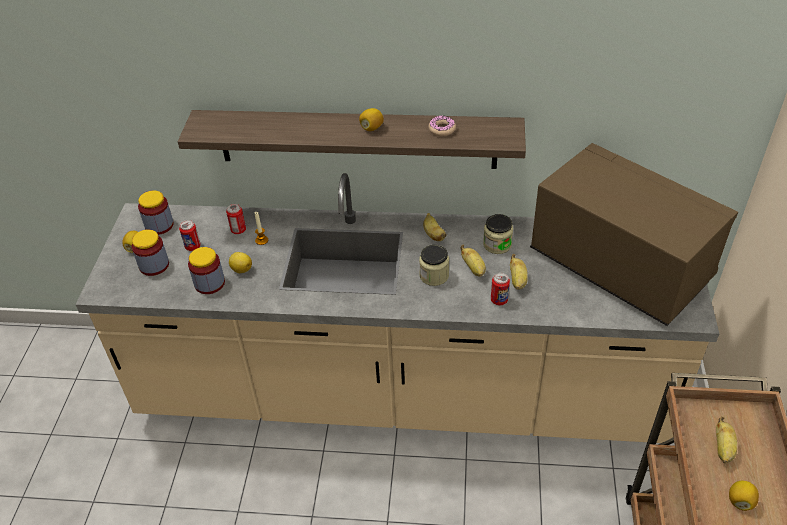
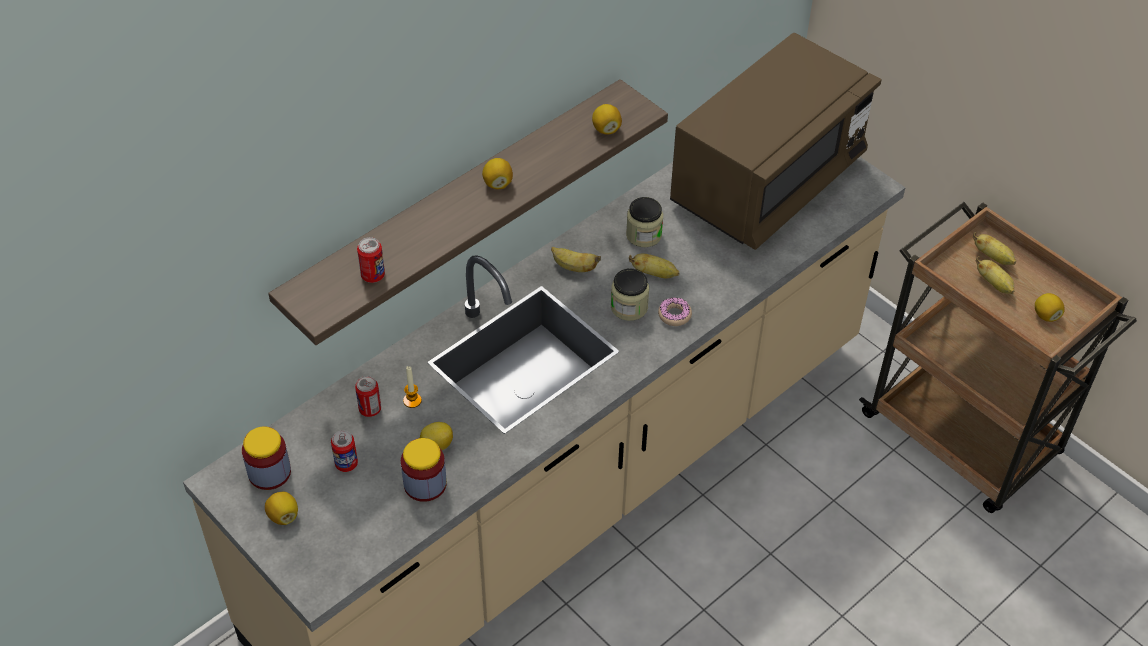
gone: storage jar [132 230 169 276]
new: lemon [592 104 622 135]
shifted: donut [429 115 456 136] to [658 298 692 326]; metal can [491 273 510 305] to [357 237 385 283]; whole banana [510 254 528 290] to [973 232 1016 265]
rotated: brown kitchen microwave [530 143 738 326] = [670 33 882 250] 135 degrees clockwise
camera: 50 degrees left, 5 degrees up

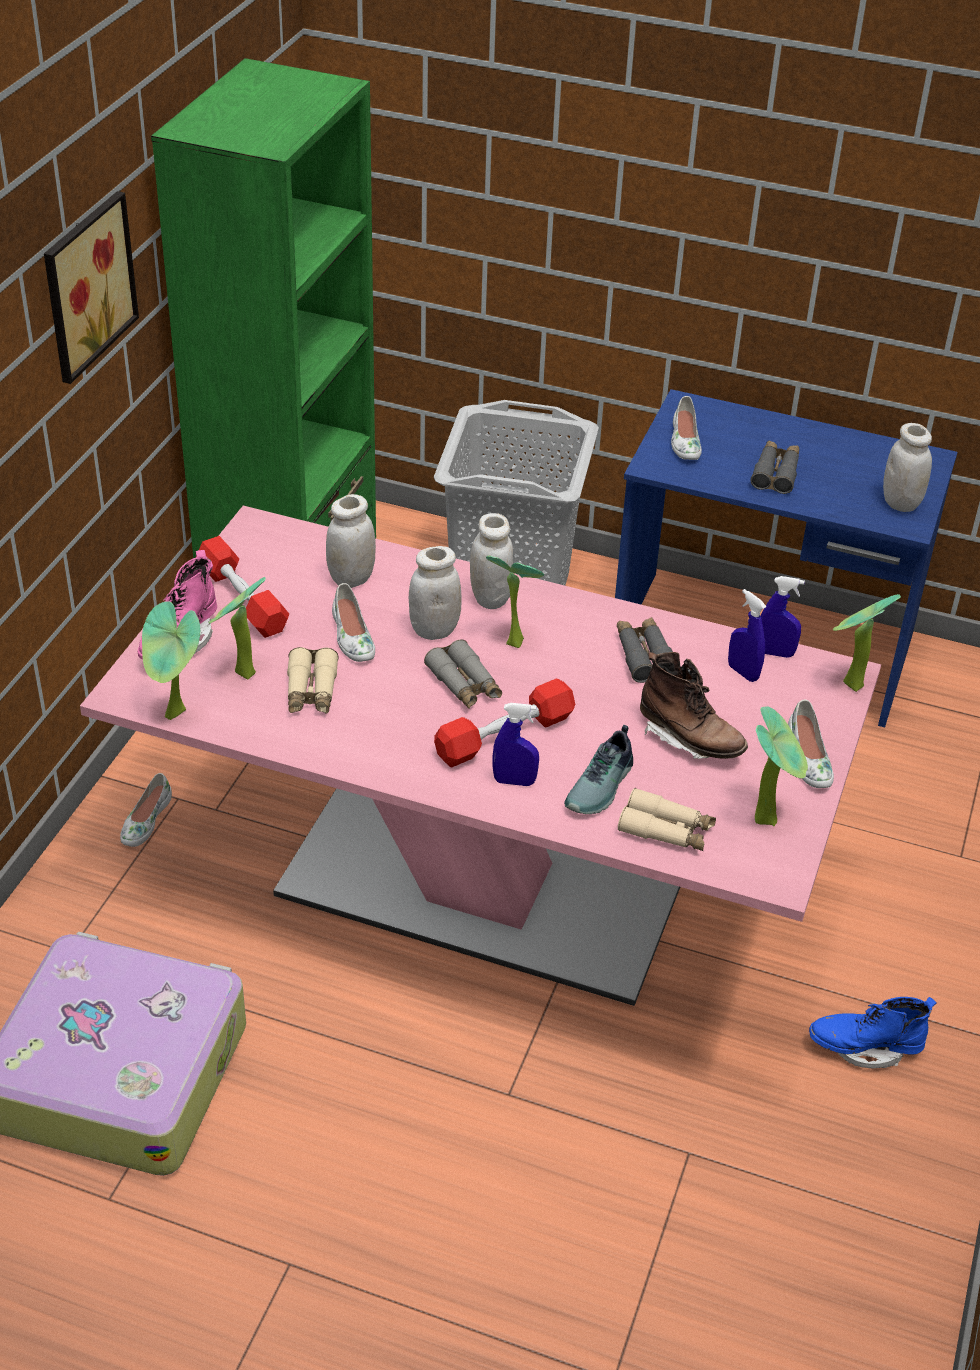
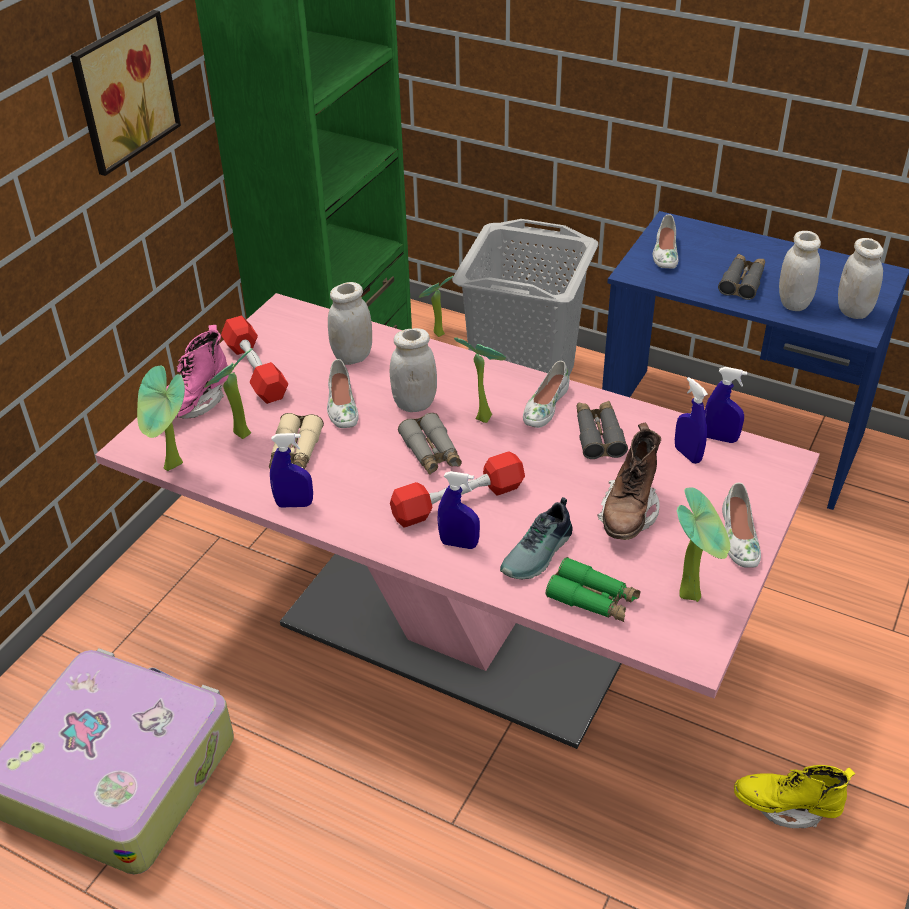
new: blue spray bottle [270 433 313 508]
shifted: whitish shoe [120 773 172 847] to [523 361 570 428]; whitish storage jar [470 513 514 609] to [779 231 821 311]; houseplant [833 594 901 692] to [419 276 453 337]
repainted: sand-coloured pair of binoculars [618 788 716 851] to green pair of binoculars [546 557 640 622]; blue high-top boot [809 997 937 1068] to yellow high-top boot [734 765 855 828]
rotated: brown high-top boot [640 652 748 759] = [597 423 661 540] 60 degrees clockwise
camera: 10 degrees right, 0 degrees up

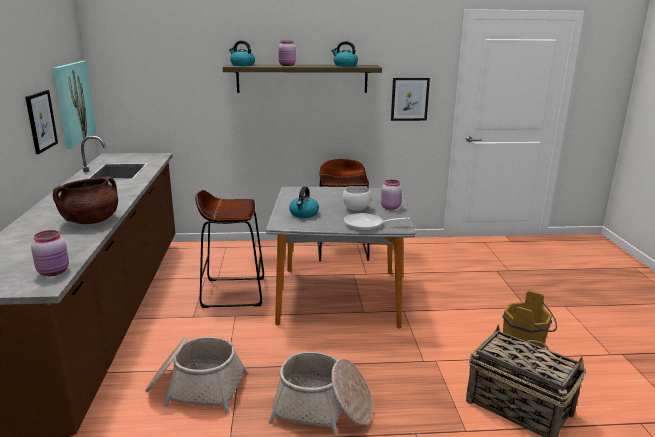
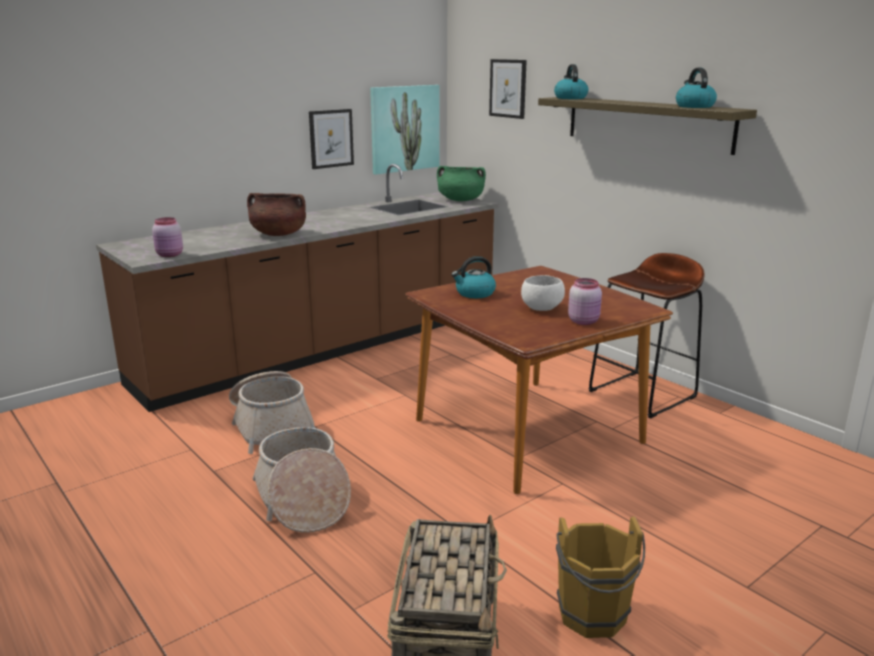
gone: brown stool seat [195 190 264 308]; pinkish storage jar [278 41 296 66]; skillet [344 213 410 231]
new: green saucepot [437 166 486 201]
shifted: picture [391 78 430 121] to [489 59 527 119]
repainted: greyish dinner table [266 187 416 329] to brown dinner table [405 266 673 494]
camera: 55 degrees right, 0 degrees up

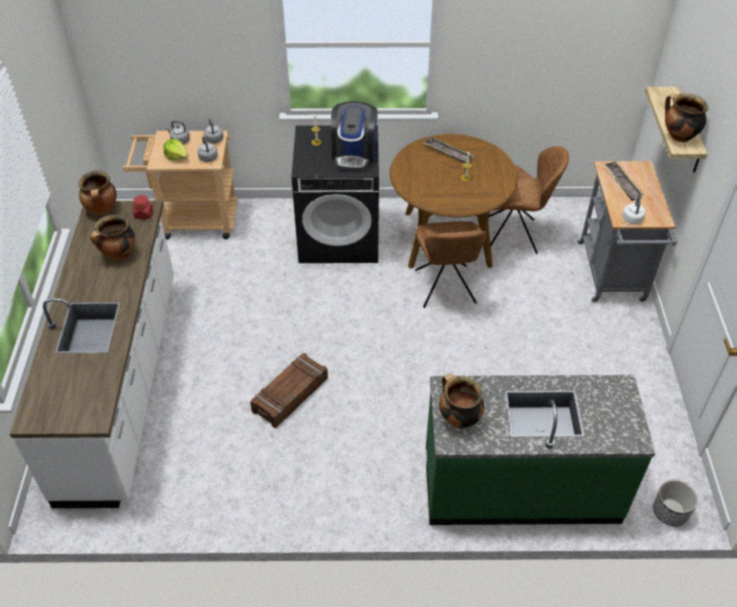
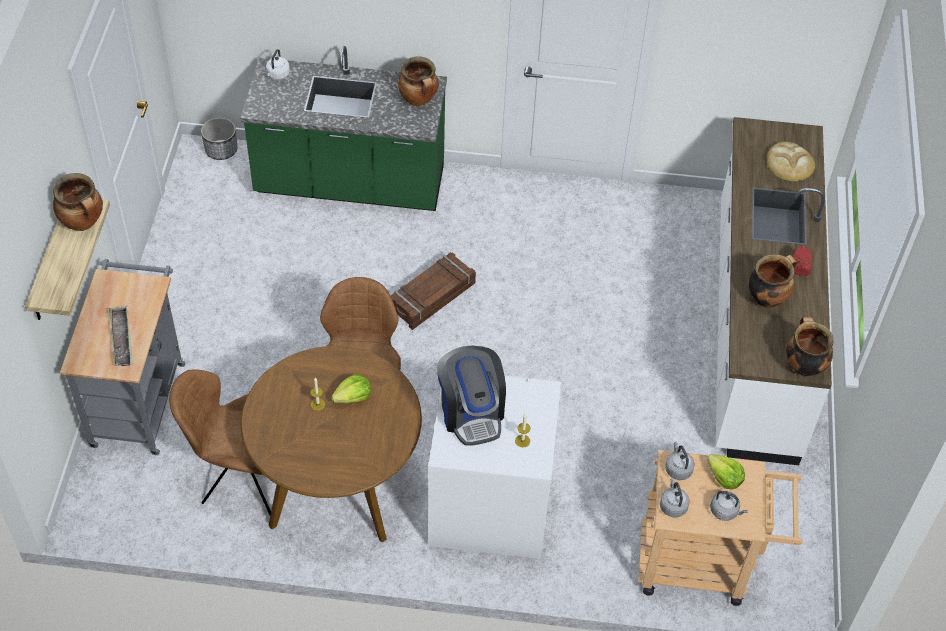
gone: tray [424 137 474 163]
new: head of lettuce [331 374 371 404]; baked bread [767 142 815 181]
shifted: reddish storage jar [133 195 153 219] to [792 246 812 276]; crate [250 353 328 429] to [391 252 476 330]; whitish water kettle [623 196 646 224] to [266 49 290 80]
repainted: black washing machine [291 125 379 263] to whitish washing machine [428 376 561 559]
rotated: coffee machine [331 102 378 170] = [437 345 506 446] 150 degrees clockwise
camera: 175 degrees left, 5 degrees up

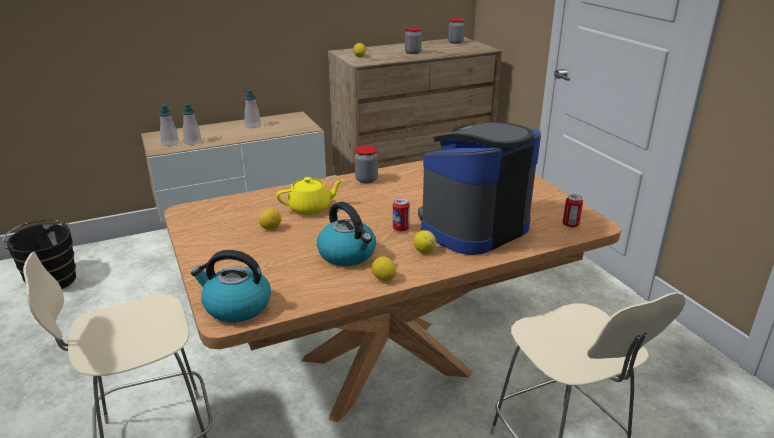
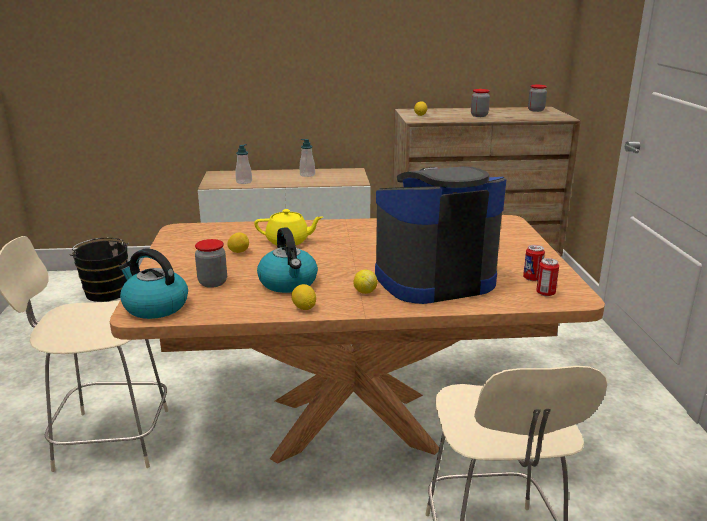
gone: soap dispenser [159 104 179 146]
shifted: storage jar [355 145 378 183] to [195 239 227 288]; metal can [393 198 410 232] to [523 245 545 281]
camera: 20 degrees right, 5 degrees down

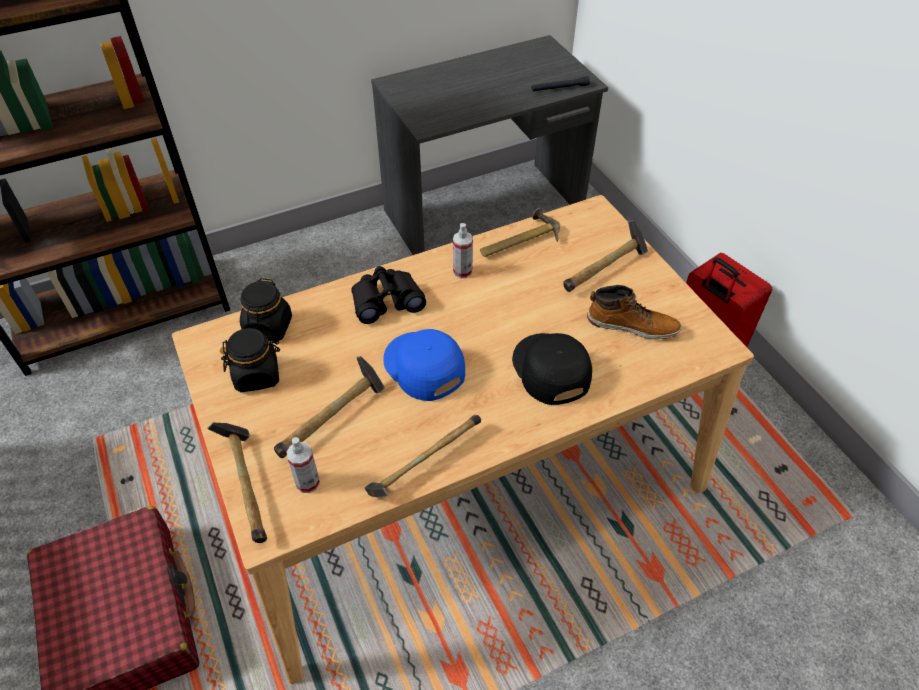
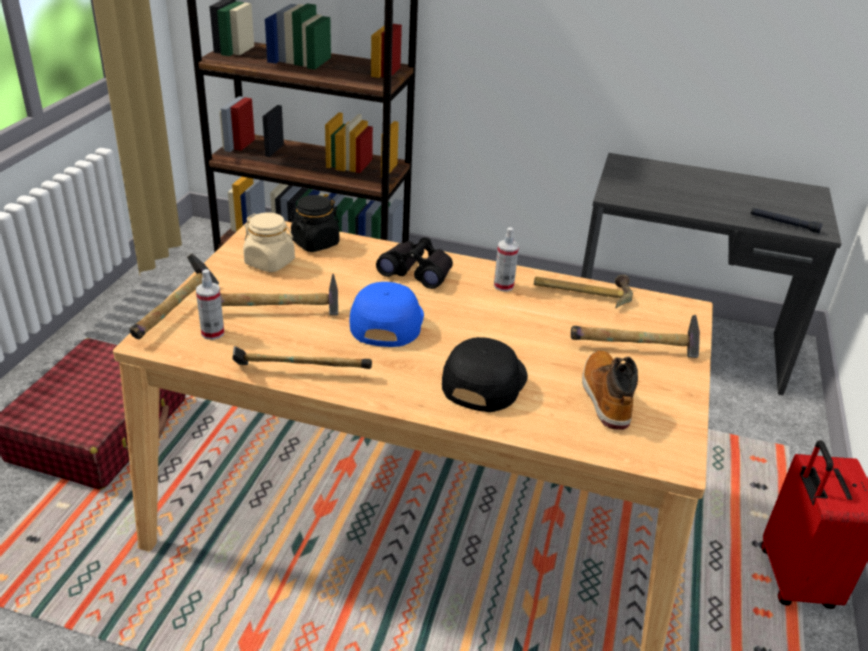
repainted: black storage jar [220 328 280 392] to sand-coloured storage jar [243 212 295 272]
rotated: high-top boot [587 285 681 339] = [582 351 638 430] 150 degrees counterclockwise
camera: 40 degrees right, 15 degrees down

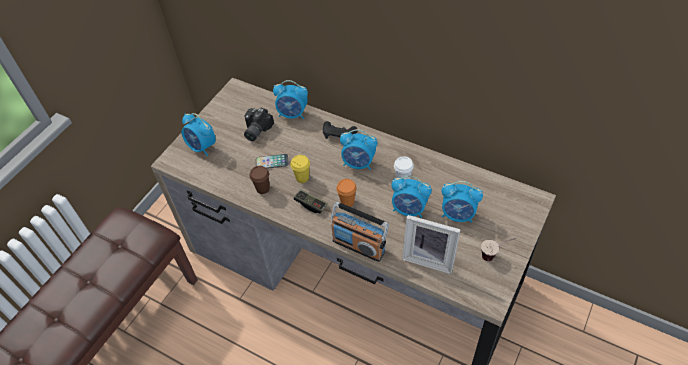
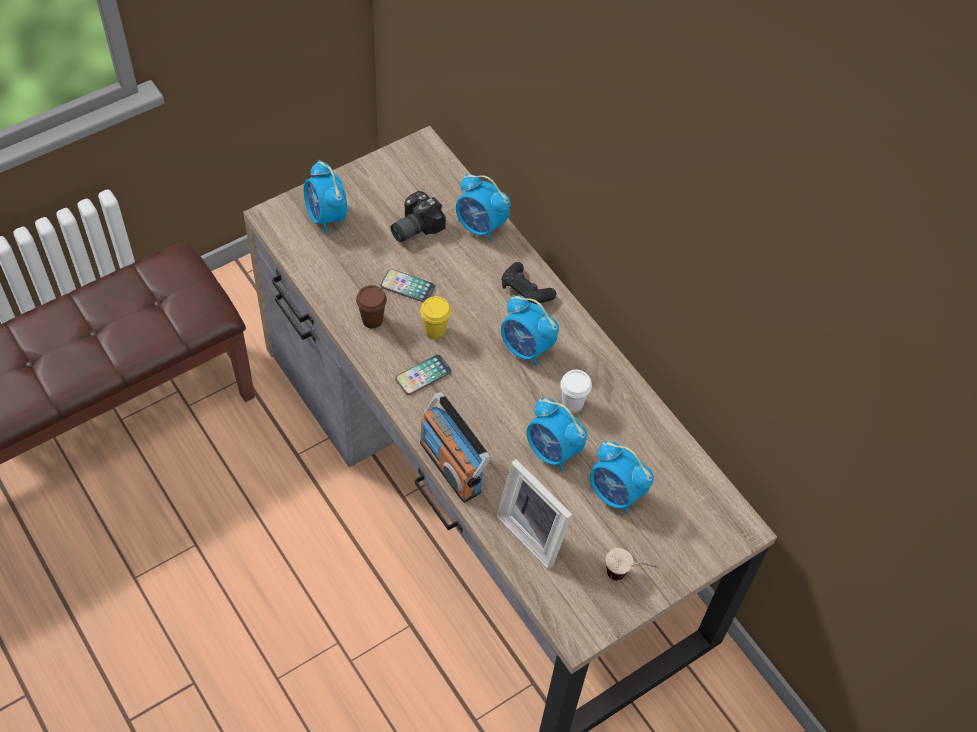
gone: orangey small cup [336 179 357 207]
swapped: game controller [294 189 328 213] to phone [395 355 451 395]
camera: 20 degrees right, 5 degrees up

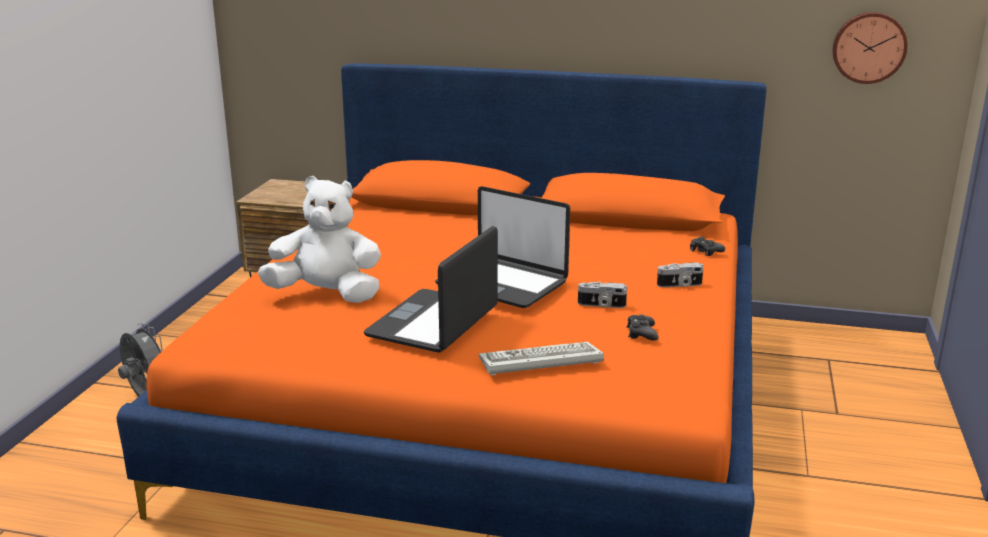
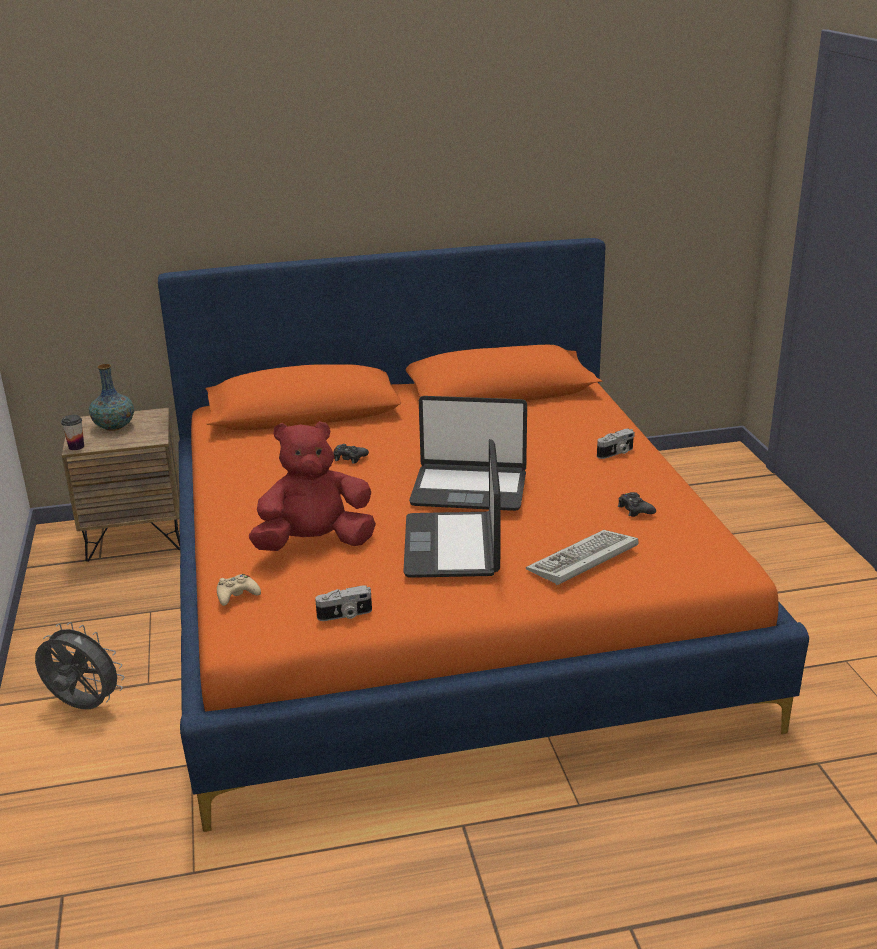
gone: wall clock [833 12 908 84]
new: small cup [61 415 84 450]; decorative vase [89 364 134 431]; sand-coloured game controller [217 574 261 606]
shifted: still camera [578 282 627 308] to [315 585 372 621]; black game controller [690 236 725 256] to [333 444 369 464]
repainted: whitish soft toy [258 176 381 303] to reddish soft toy [249 421 376 551]
camera: 25 degrees left, 5 degrees up

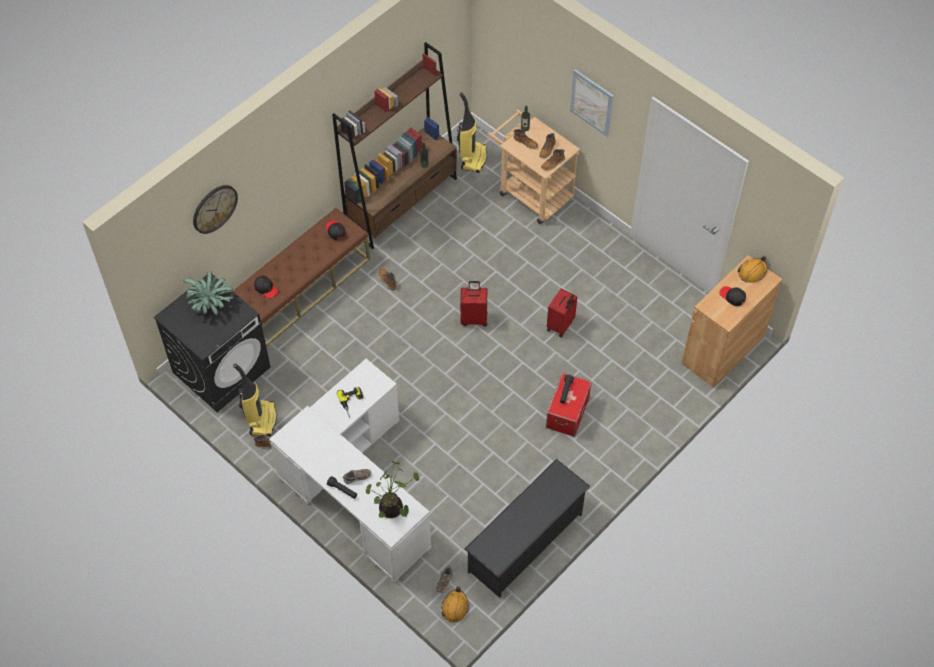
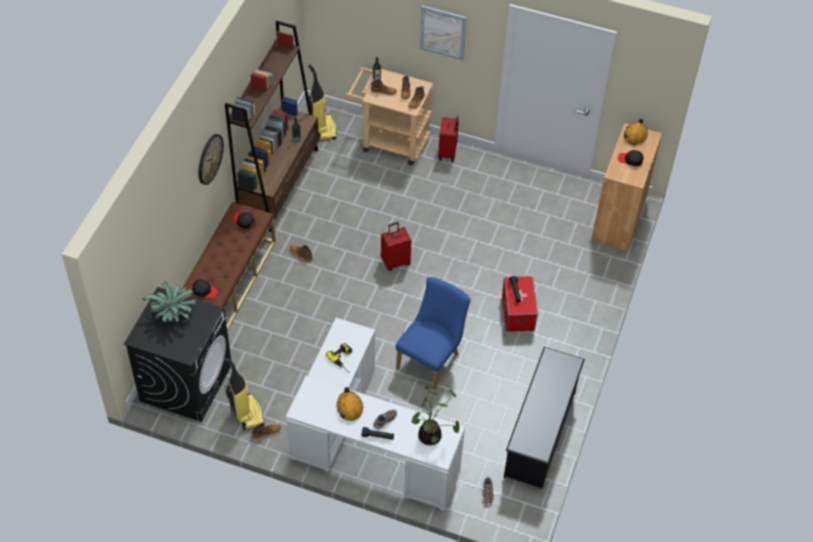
new: blue plain chair [396 277 471 390]
shifted: wall clock [193 185 238 234] to [198 134 224 185]; orangey work helmet [441 586 469 622] to [337 387 364 421]; reddish piece of luggage [547 288 578 338] to [438 116 459 162]
camera: 25 degrees left, 5 degrees down

